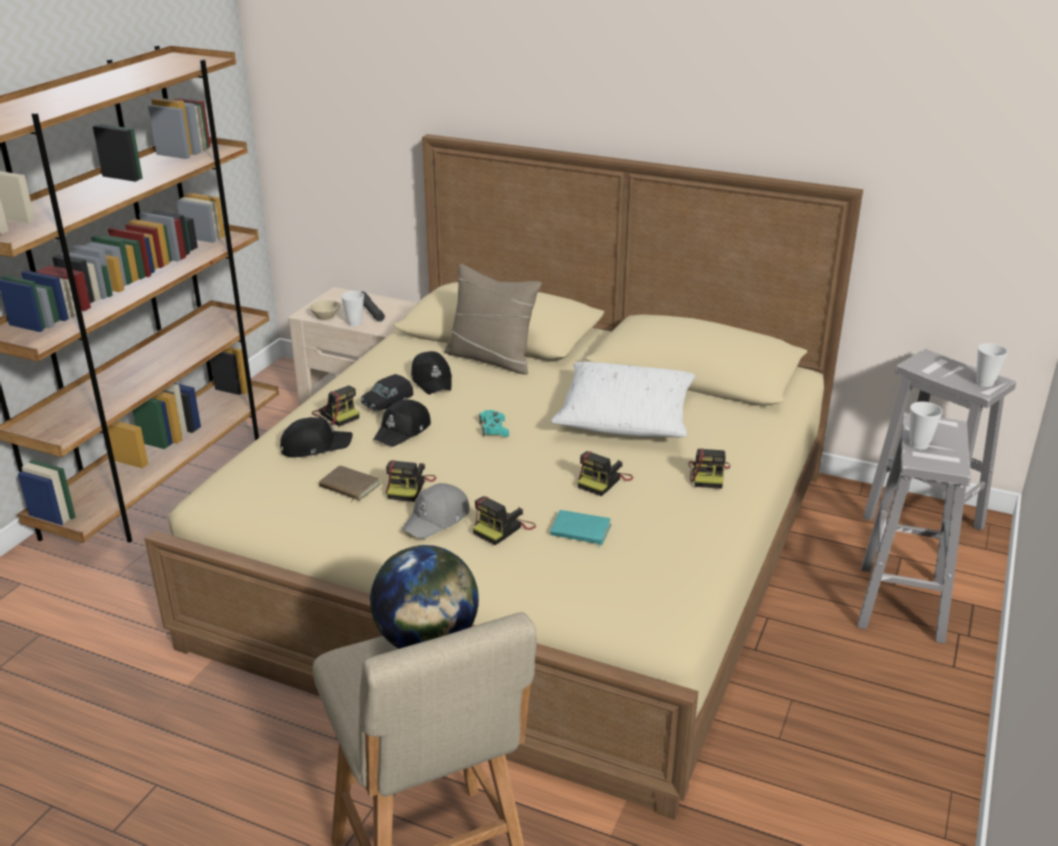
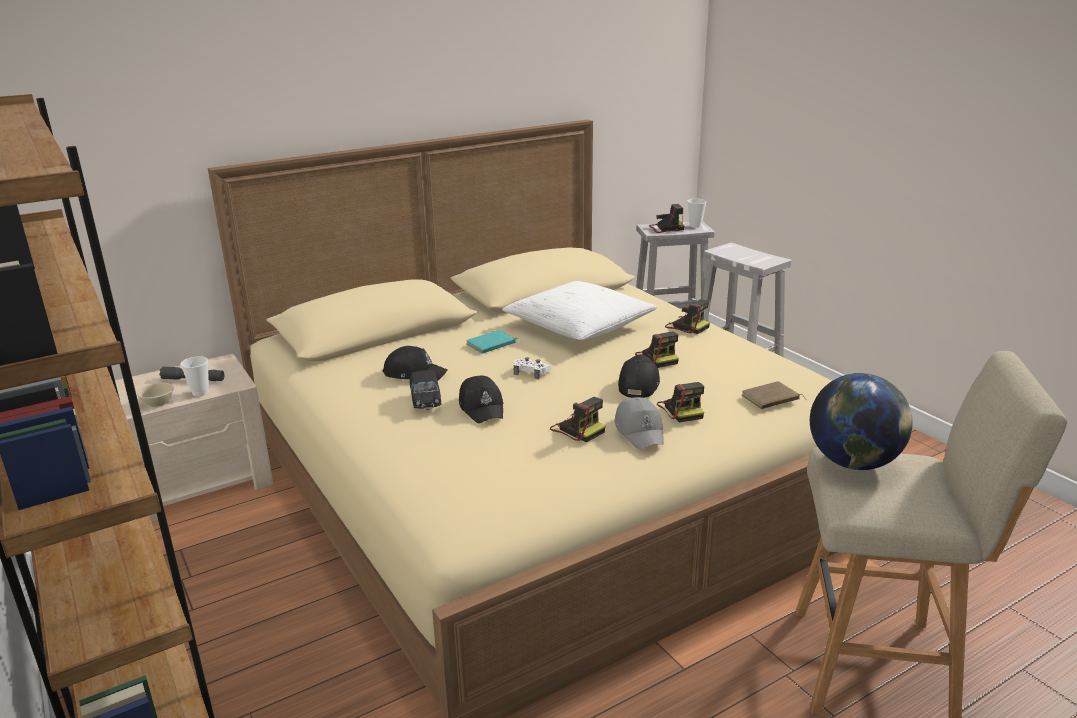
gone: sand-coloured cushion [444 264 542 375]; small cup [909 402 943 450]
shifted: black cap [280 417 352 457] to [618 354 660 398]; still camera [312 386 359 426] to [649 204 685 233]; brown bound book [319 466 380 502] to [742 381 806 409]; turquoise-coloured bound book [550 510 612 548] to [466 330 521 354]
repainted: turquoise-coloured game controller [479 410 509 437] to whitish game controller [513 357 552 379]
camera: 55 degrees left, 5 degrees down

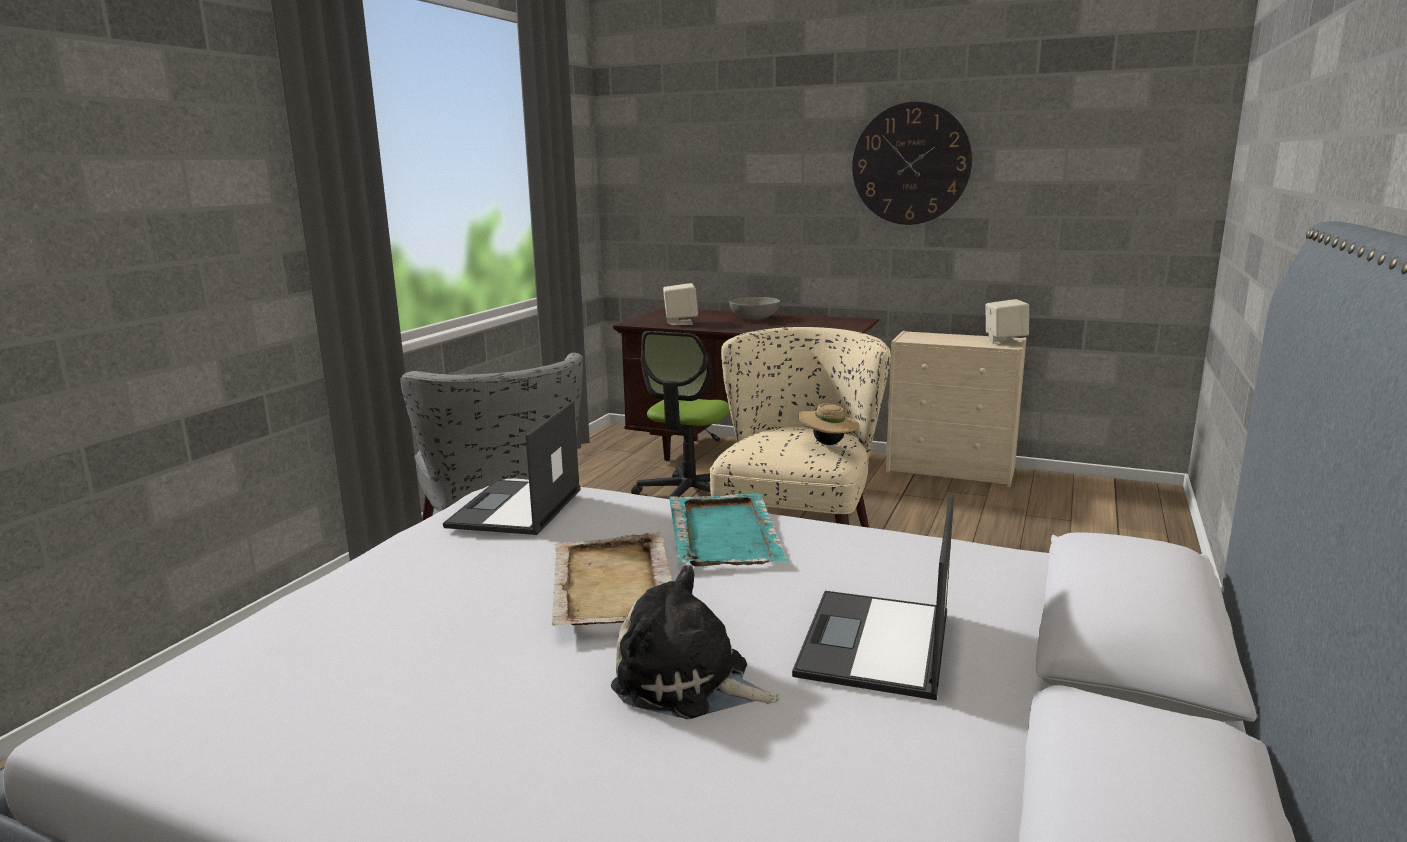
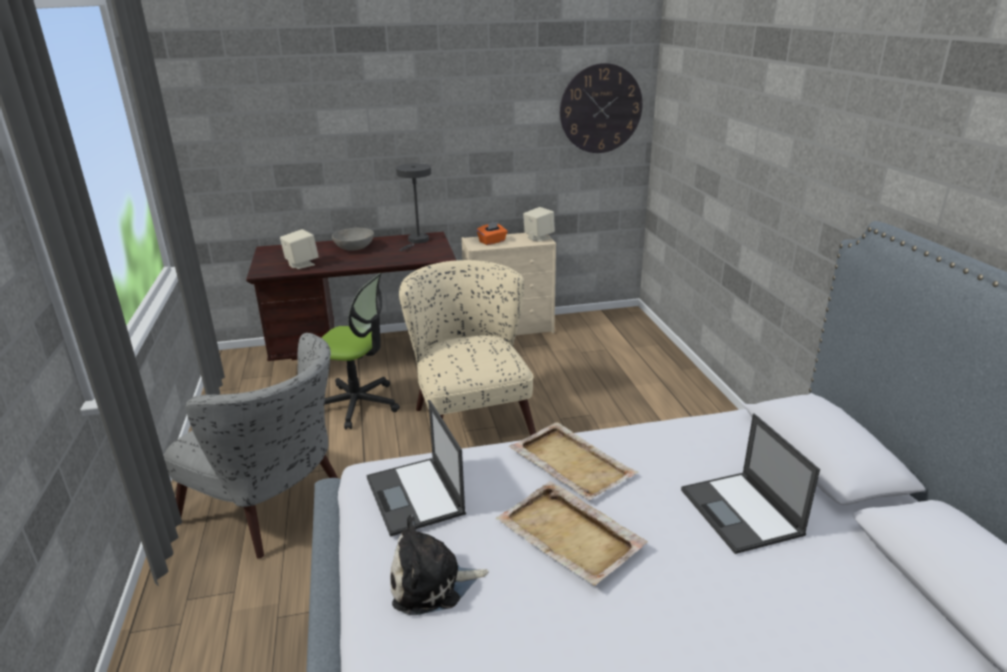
gone: sand-coloured wearable hat [799 403 860 445]
new: greyish lamp for a table [396 163 431 251]; orangey box of tissues [477 221 507 245]
shifted: soft toy [611 565 780 719] to [390 515 489 615]; wall clock [852 102 972 225] to [560 63 643 153]
repainted: turquoise-coloured tray [669 493 789 567] to sand-coloured tray [509 422 638 500]
rotated: desk chair [631 331 730 499] = [321 273 400 429] 60 degrees counterclockwise
camera: 35 degrees left, 10 degrees up

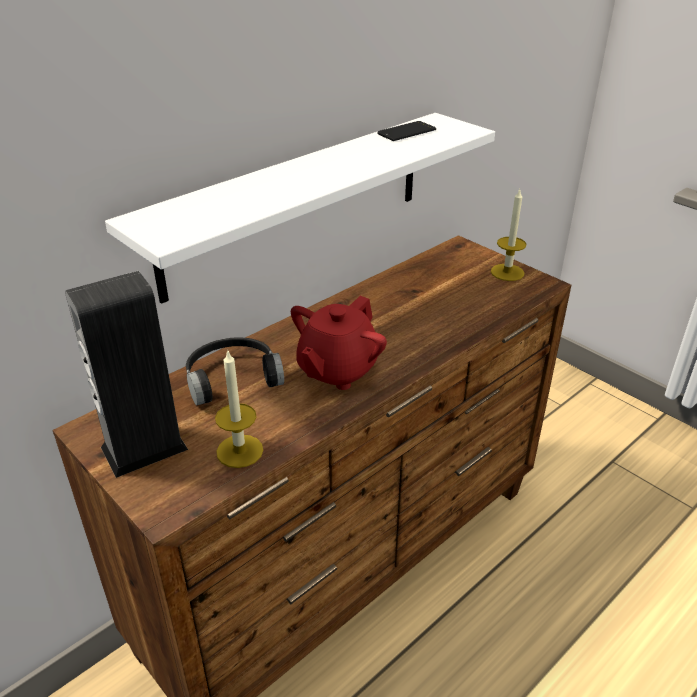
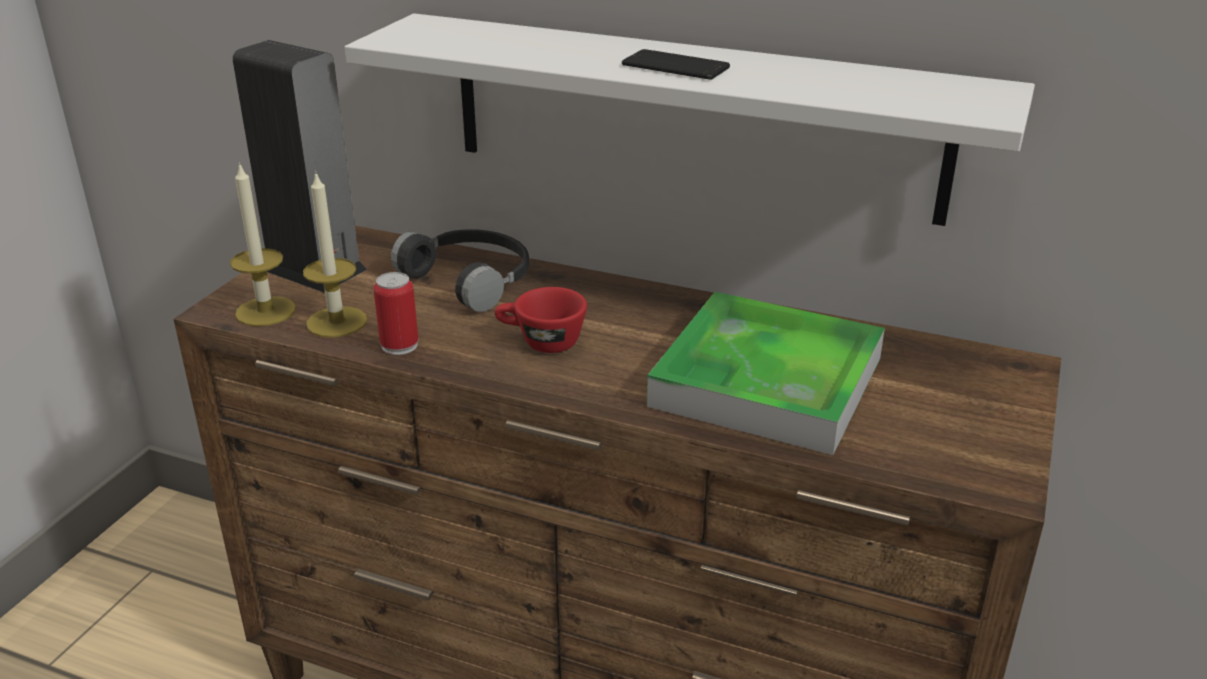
new: metal can [374 272 418 355]; tray [647 292 885 455]
shifted: phone [377 121 436 141] to [622 49 730 80]; wax candle [491 189 526 281] to [230 162 296 326]
swapped: reddish tea pot [291 296 387 390] to reddish small cup [495 287 587 353]
camera: 65 degrees right, 5 degrees down

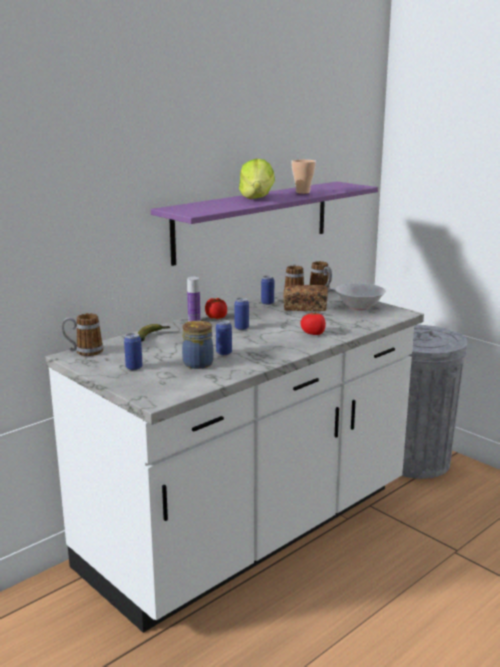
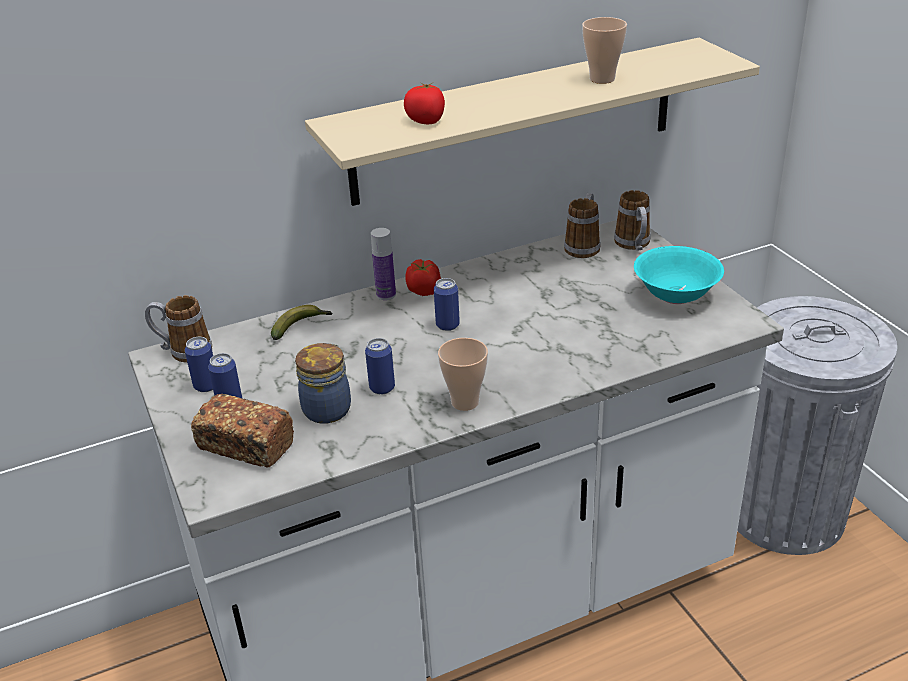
gone: head of lettuce [239 159 275 199]
new: small cup [438 338 488 411]
shifted: metal can [261 276 274 305] to [185 337 213 392]; baked bread [283 285 328 311] to [191 394 294 467]; whole tomato [301 312 326 335] to [404 83 445 124]
repainted: purple-coloured bracket shelf [151 181 378 266] to sand-coloured bracket shelf [305 38 760 206]; whitish bowl [335 283 386 310] to turquoise-coloured bowl [634 246 724 304]
camera: 20 degrees right, 15 degrees up

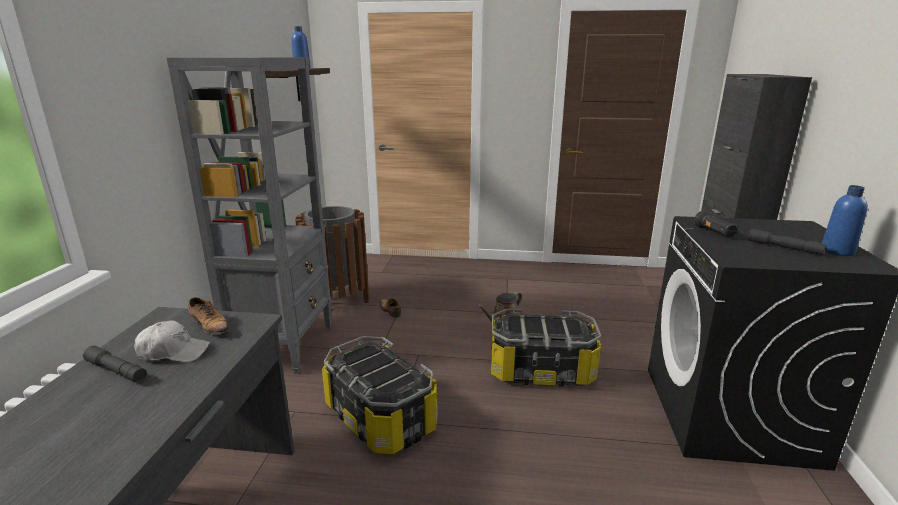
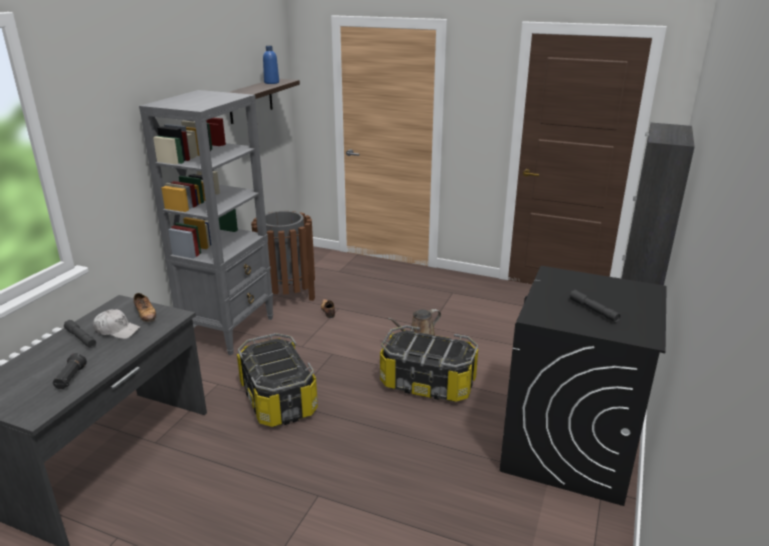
gone: blue drink bottle [822 185 868 256]
shifted: black torch [694 210 738 237] to [53 353 87 389]
camera: 15 degrees right, 5 degrees up

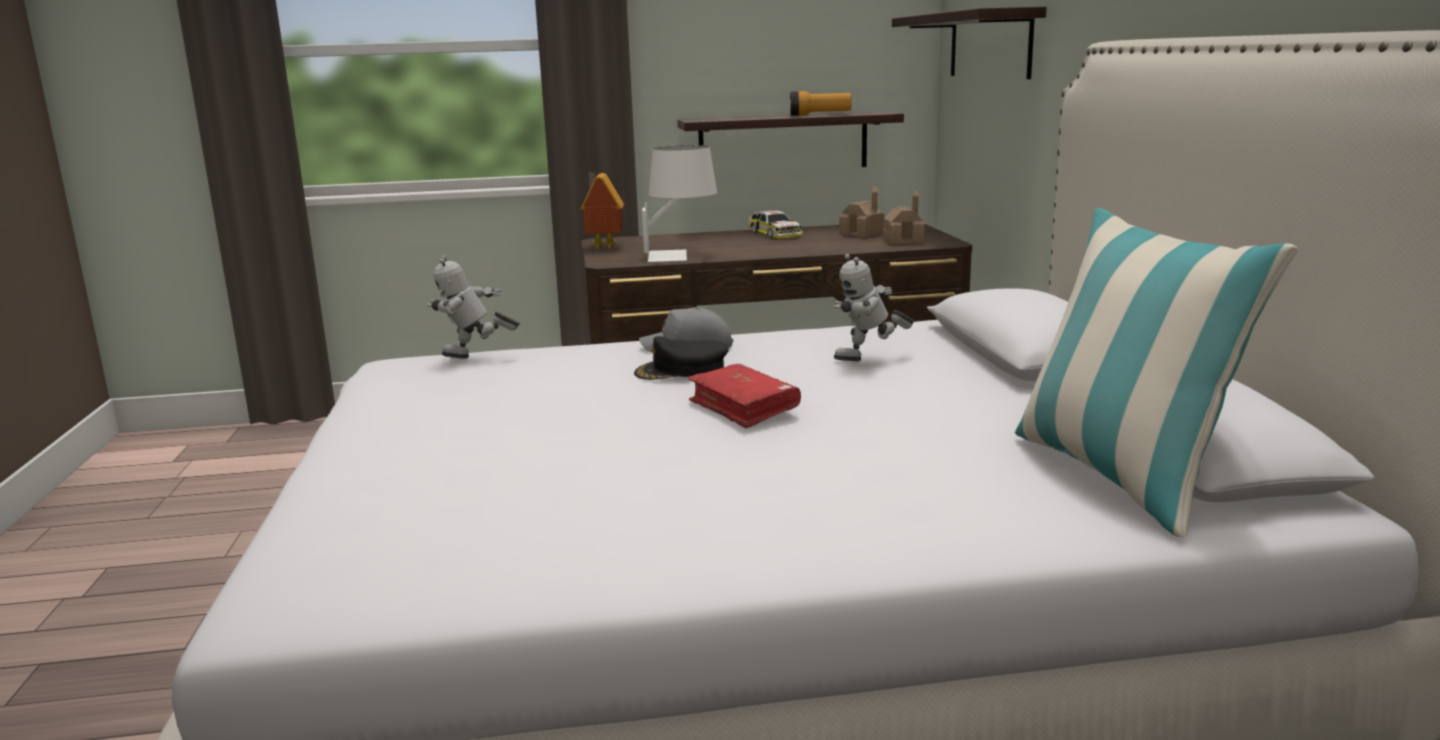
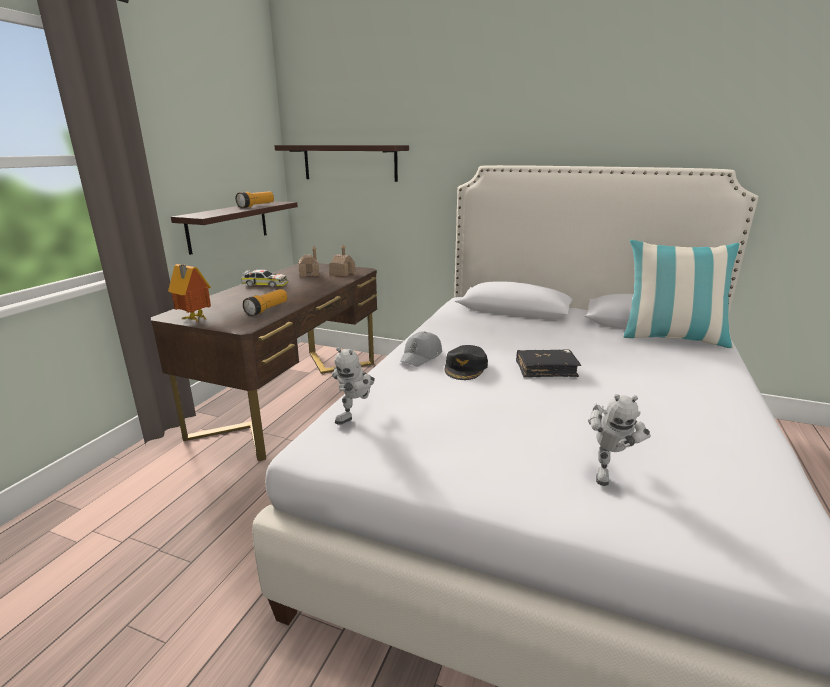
shifted: robot figure [833 254 914 361] to [588 394 651 486]
swapped: whitish lamp for a table [642 145 717 262] to torch [243 289 287 316]
repainted: reddish bound book [688 364 801 428] to black bound book [516 349 581 378]
camera: 60 degrees left, 5 degrees up

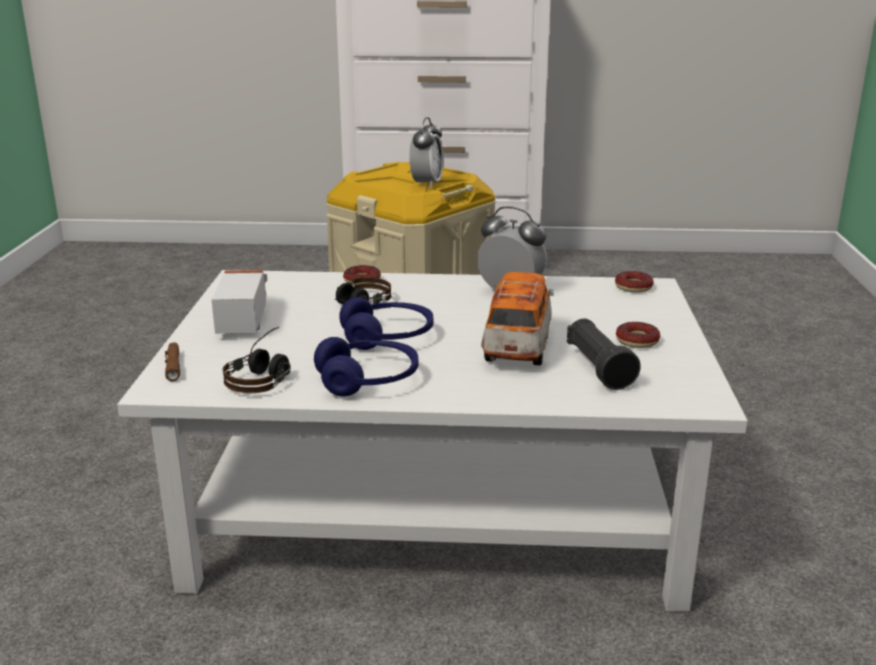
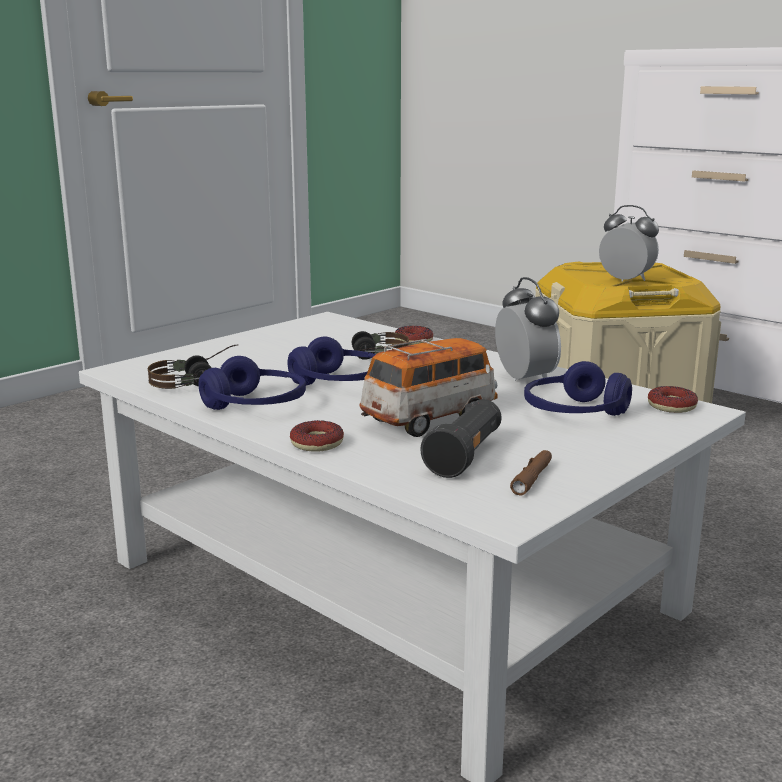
gone: toy truck [212 270 267 334]
new: blue headset [524 361 632 416]
shifted: brown torch [165 343 180 381] to [510 450 552 496]; donut [616 322 660 348] to [290 420 344 452]
rotated: alarm clock [409 117 443 188] = [599 205 659 282] 105 degrees counterclockwise
camera: 40 degrees right, 5 degrees down

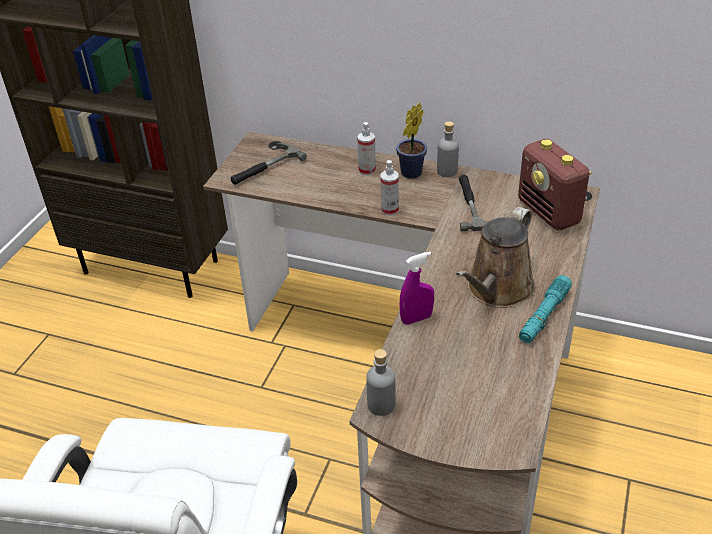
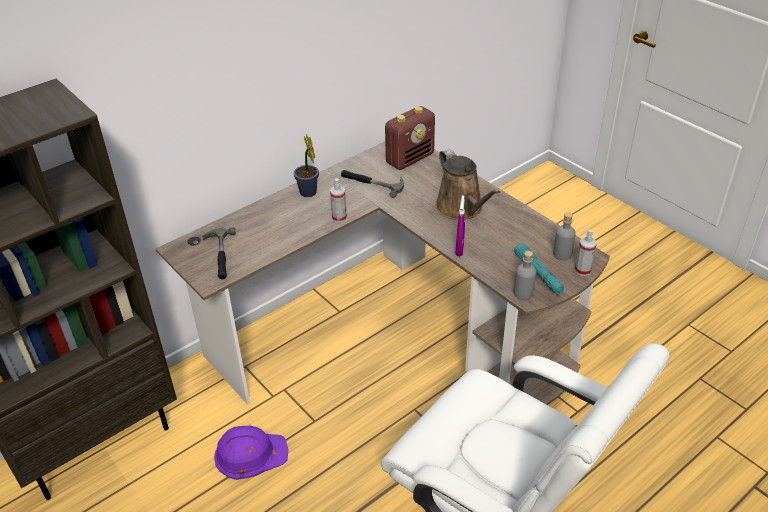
new: purple-coloured work helmet [214 426 289 480]
shifted: spray bottle [357 122 376 175] to [575 229 597 276]; greyish drink bottle [437 121 459 177] to [553 212 576 260]; turquoise-coloured torch [519 275 572 343] to [514 243 564 295]
rotated: radio receiver [518 139 592 230] = [385 106 435 170] 45 degrees counterclockwise
camera: 60 degrees left, 0 degrees up

